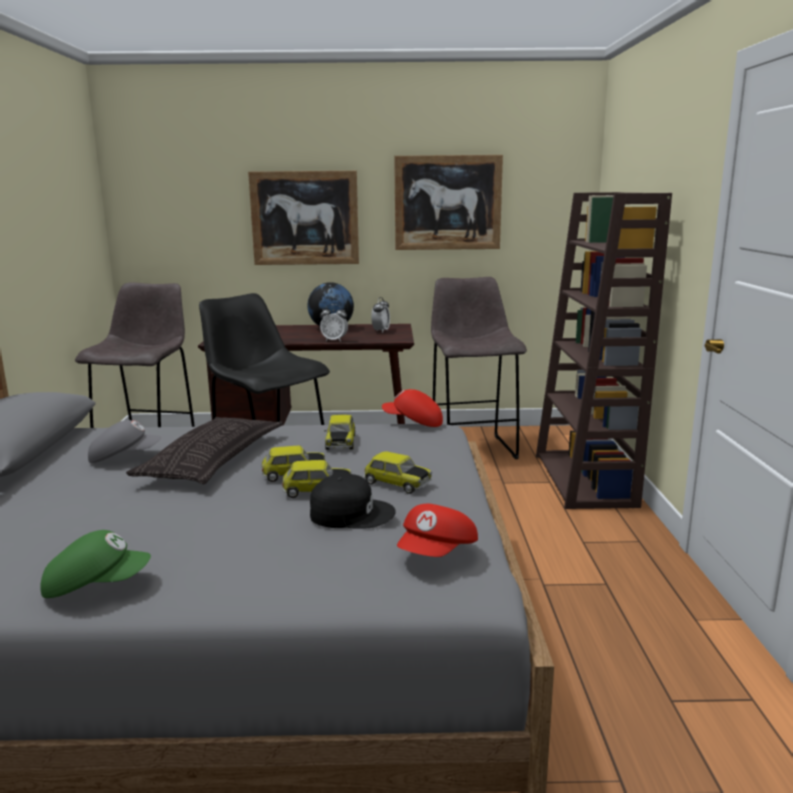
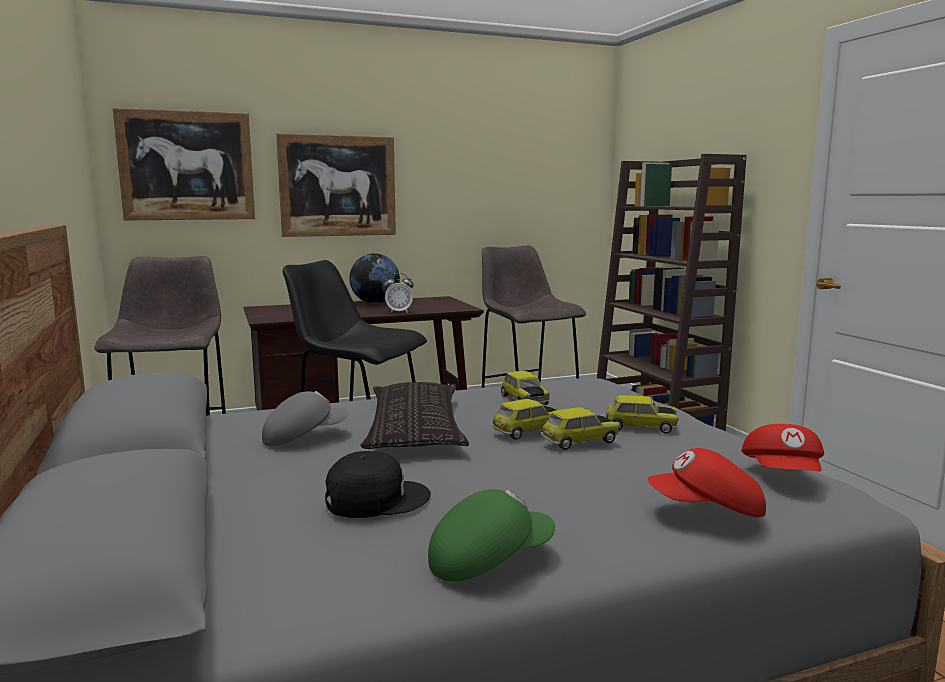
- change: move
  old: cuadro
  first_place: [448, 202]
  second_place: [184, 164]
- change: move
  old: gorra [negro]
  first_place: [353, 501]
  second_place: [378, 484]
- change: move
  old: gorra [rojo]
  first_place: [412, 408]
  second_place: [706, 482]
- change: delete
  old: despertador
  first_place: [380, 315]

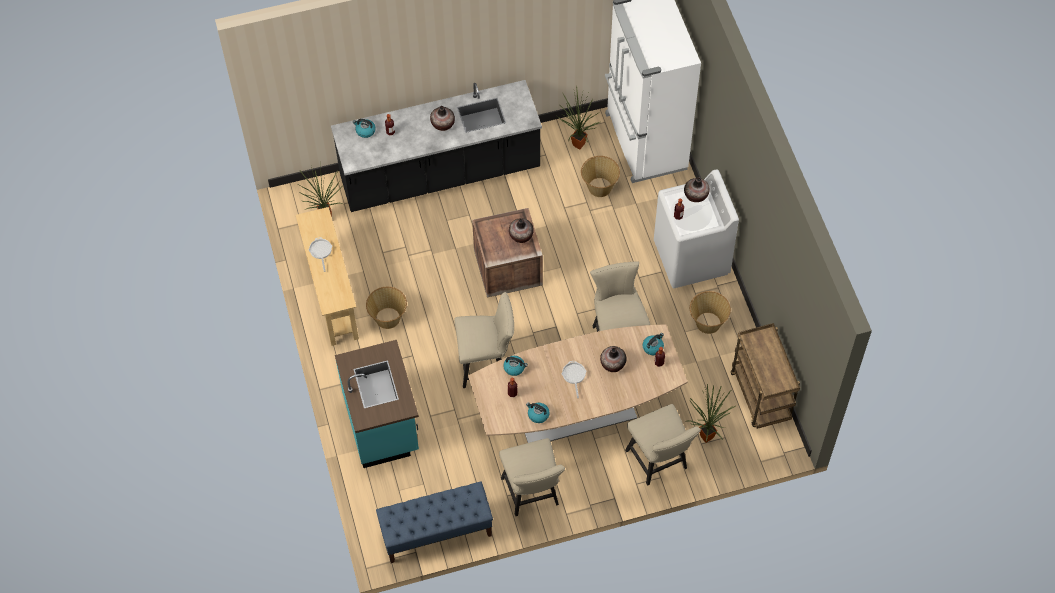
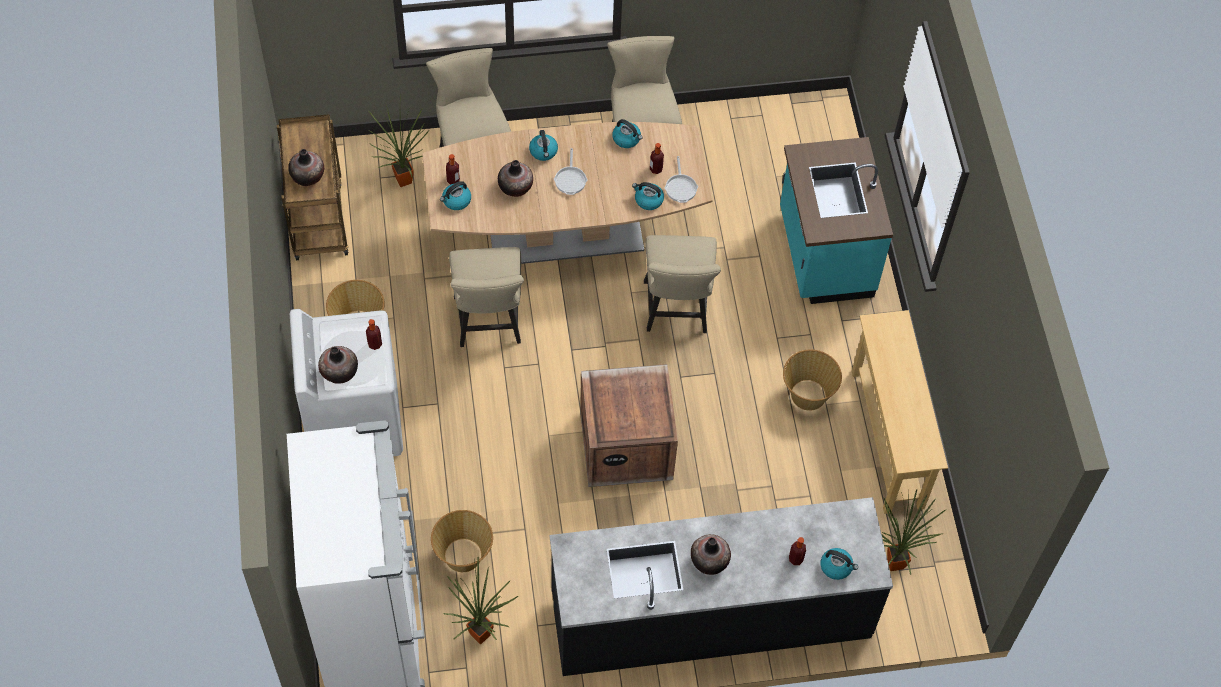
- change: move
  old: florero
  first_place: [521, 230]
  second_place: [306, 167]
- change: insert
  new: hervidor
  second_place: [543, 145]
- change: rotate
  old: silla [beis]
  first_place: [484, 340]
  second_place: [682, 284]
  degrees: -90
- change: move
  old: sartén
  first_place: [320, 254]
  second_place: [681, 179]
- change: delete
  old: banco [azul]
  first_place: [434, 522]

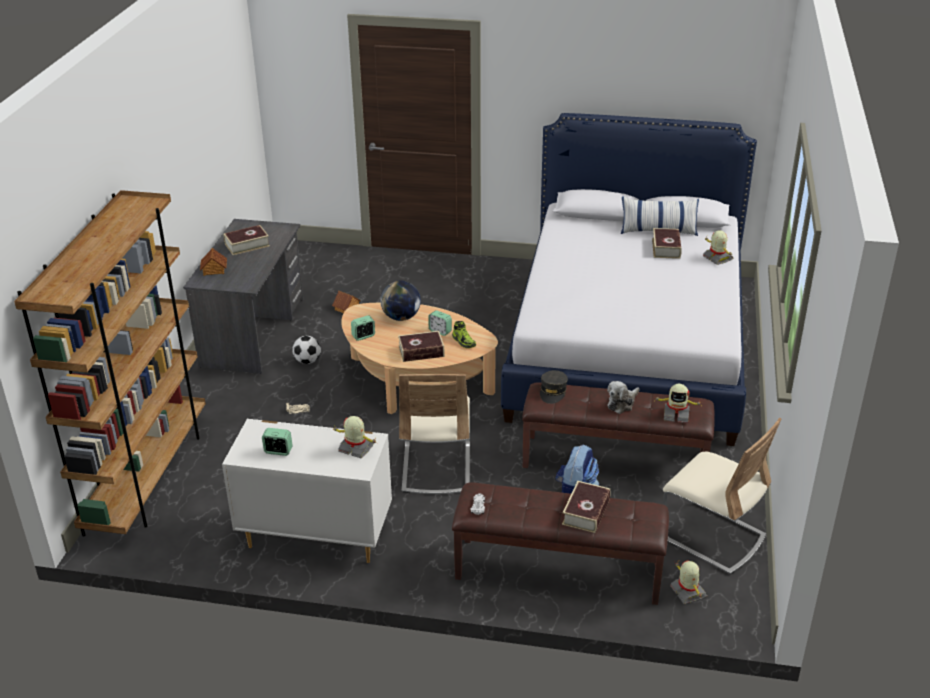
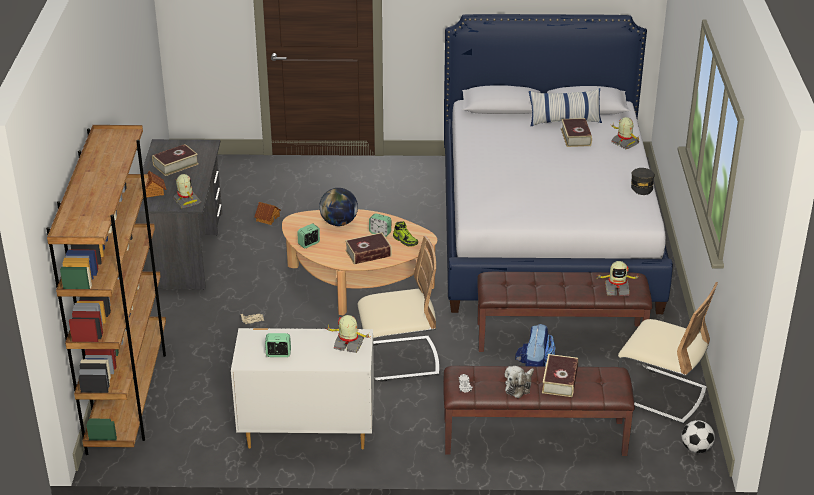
- change: move
  old: robot de juguete
  first_place: [689, 582]
  second_place: [187, 191]
- change: rotate
  old: silla [beis]
  first_place: [434, 434]
  second_place: [398, 309]
  degrees: -90
- change: move
  old: peluche
  first_place: [623, 397]
  second_place: [519, 382]
- change: move
  old: gorra [gris]
  first_place: [554, 387]
  second_place: [643, 181]
- change: move
  old: balón de fútbol
  first_place: [306, 350]
  second_place: [698, 436]

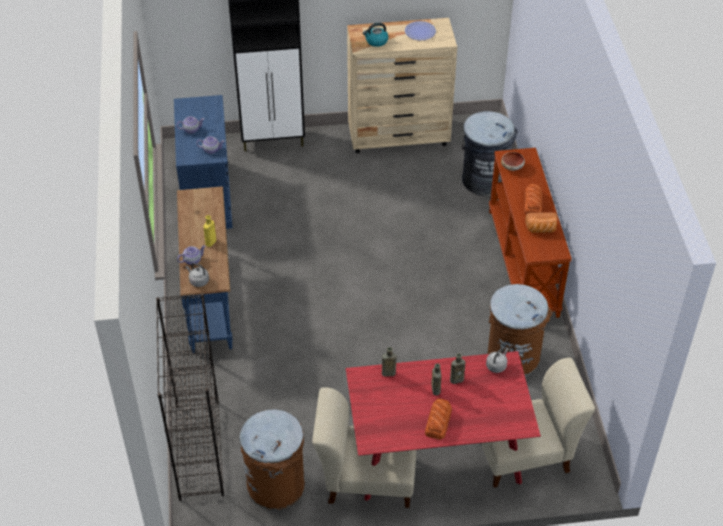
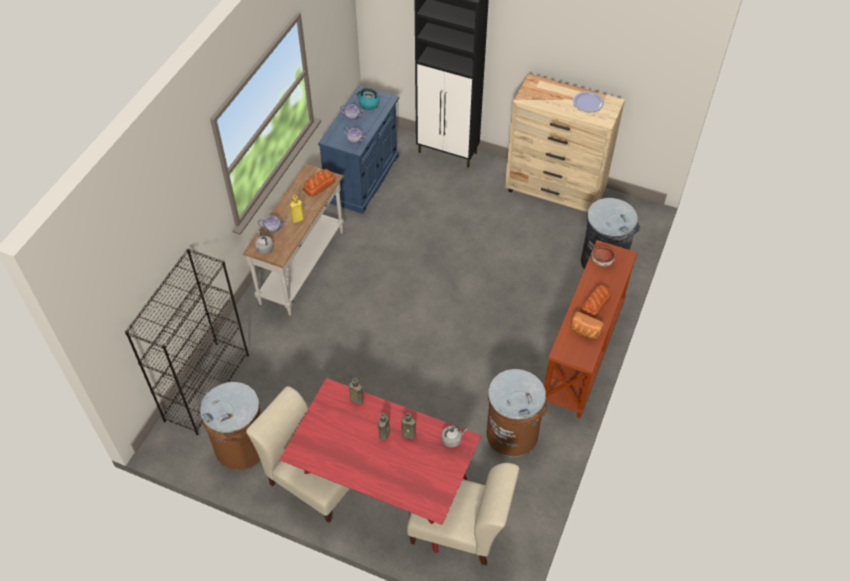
- change: recolor
  old: mesa consola [azul]
  new: mesa consola [blanco]
  first_place: [205, 269]
  second_place: [293, 240]
- change: move
  old: pan
  first_place: [438, 419]
  second_place: [319, 183]
- change: move
  old: hervidor
  first_place: [375, 35]
  second_place: [368, 99]

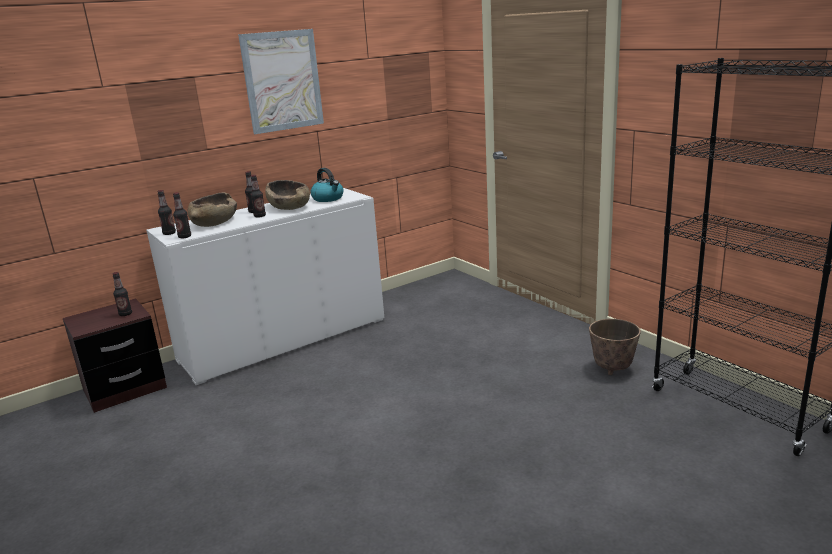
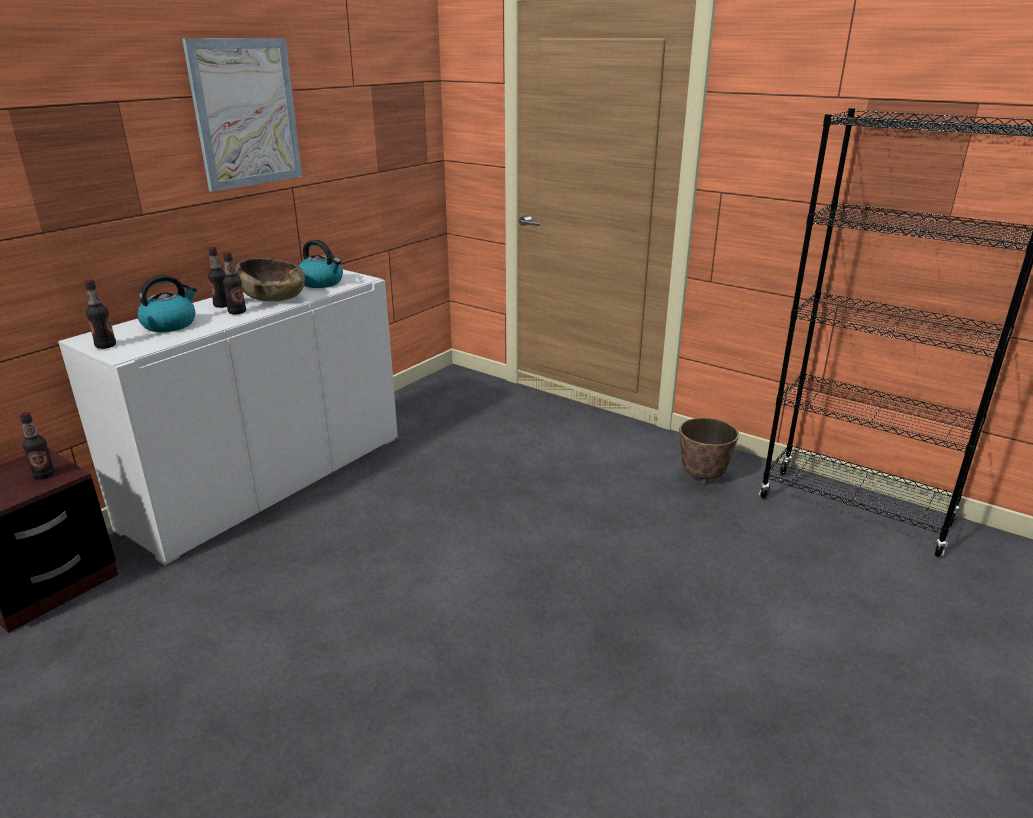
- change: replace
  old: cuenco [marrón]
  new: hervidor
  first_place: [212, 209]
  second_place: [167, 303]
- change: delete
  old: botella
  first_place: [182, 215]

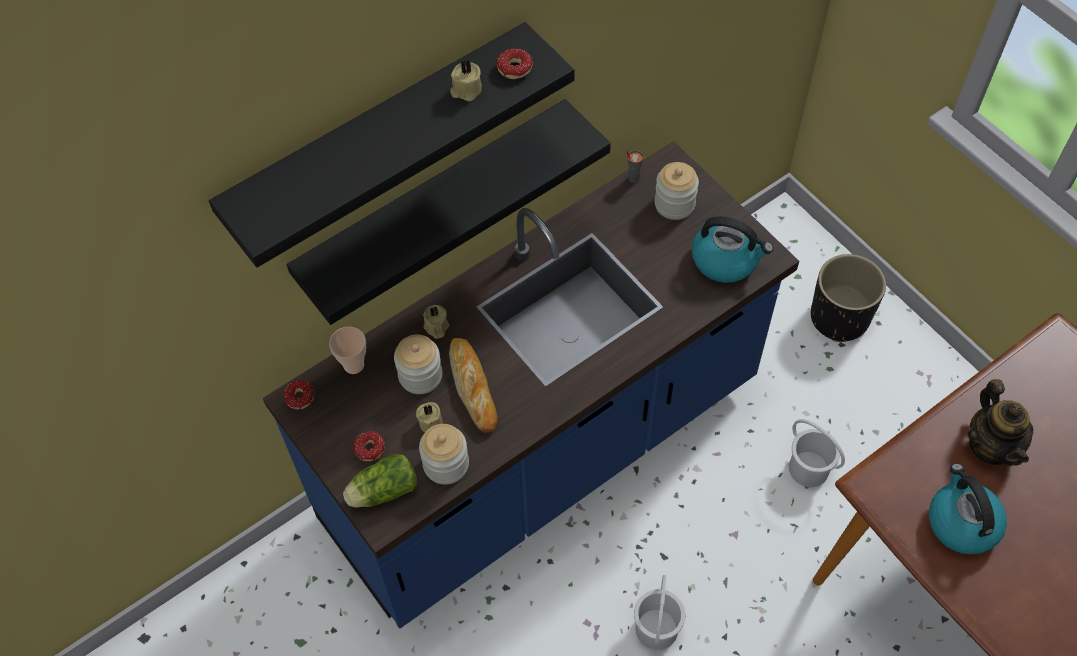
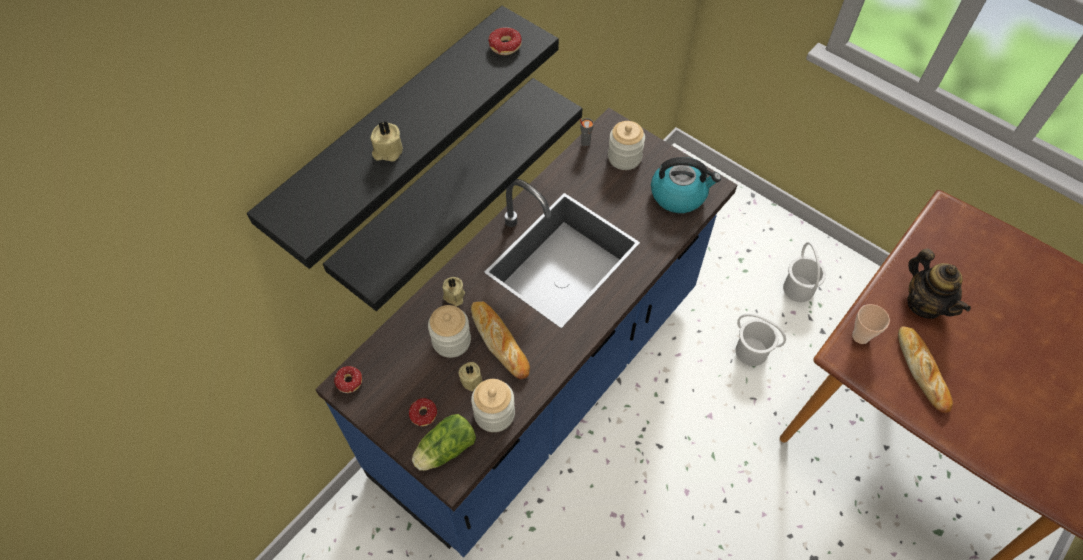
- change: move
  old: vela [beis]
  first_place: [466, 80]
  second_place: [386, 141]
- change: move
  old: cubo [blanco]
  first_place: [659, 612]
  second_place: [804, 272]
- change: move
  old: taza
  first_place: [347, 350]
  second_place: [871, 324]
- change: replace
  old: hervidor
  new: pan
  first_place: [968, 509]
  second_place: [925, 369]
- change: delete
  old: maceta [negro]
  first_place: [848, 298]

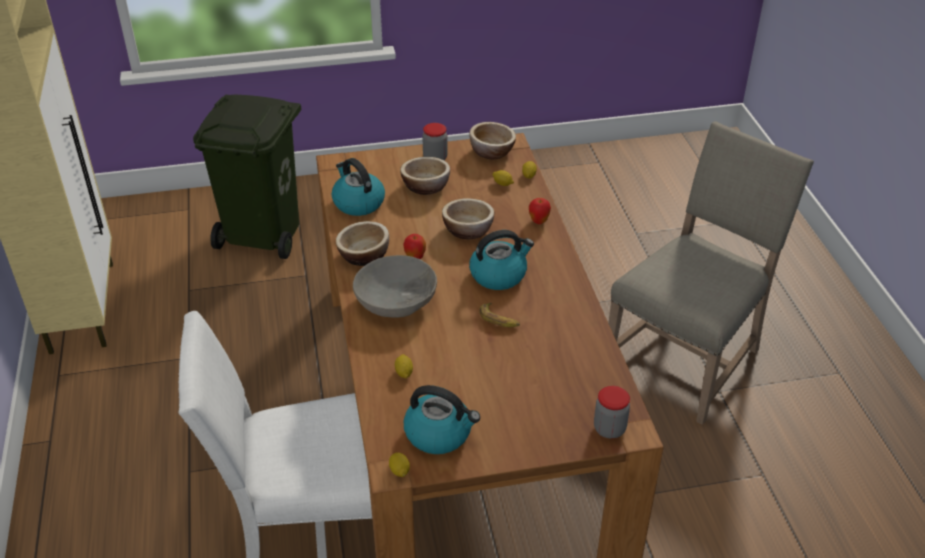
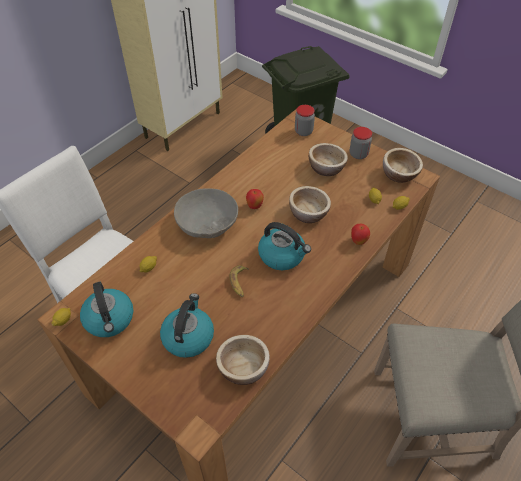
- change: move
  old: hervidor
  first_place: [358, 187]
  second_place: [187, 325]
- change: move
  old: cuenco
  first_place: [362, 243]
  second_place: [243, 360]
- change: move
  old: tarro
  first_place: [612, 412]
  second_place: [305, 120]

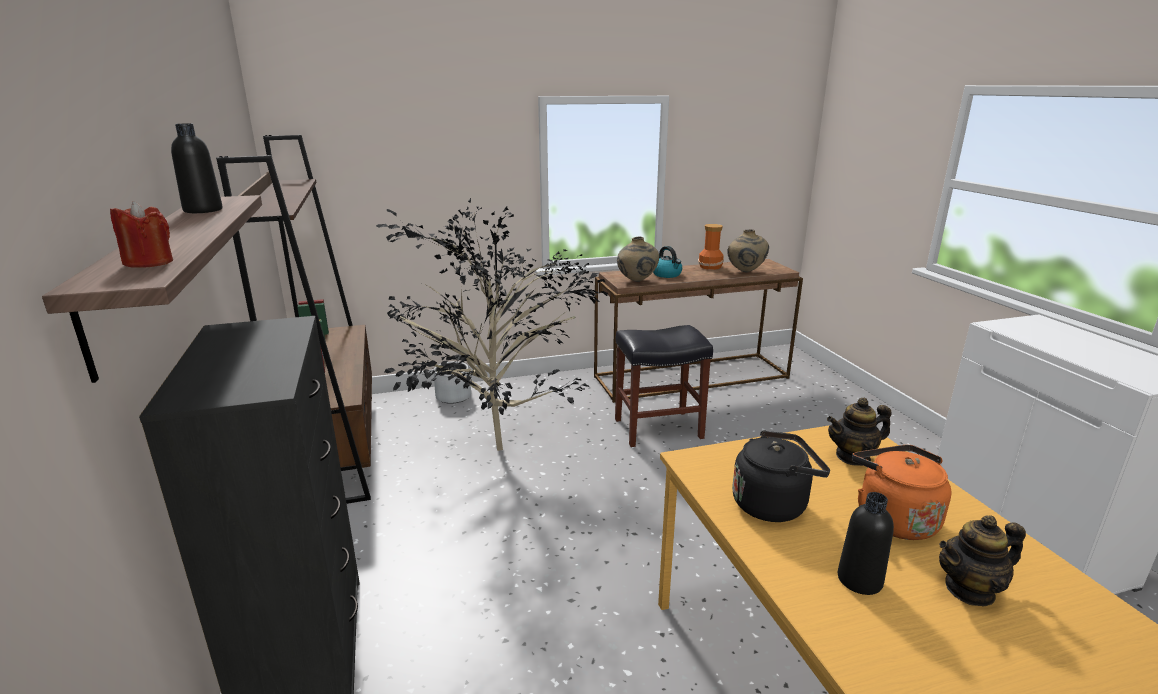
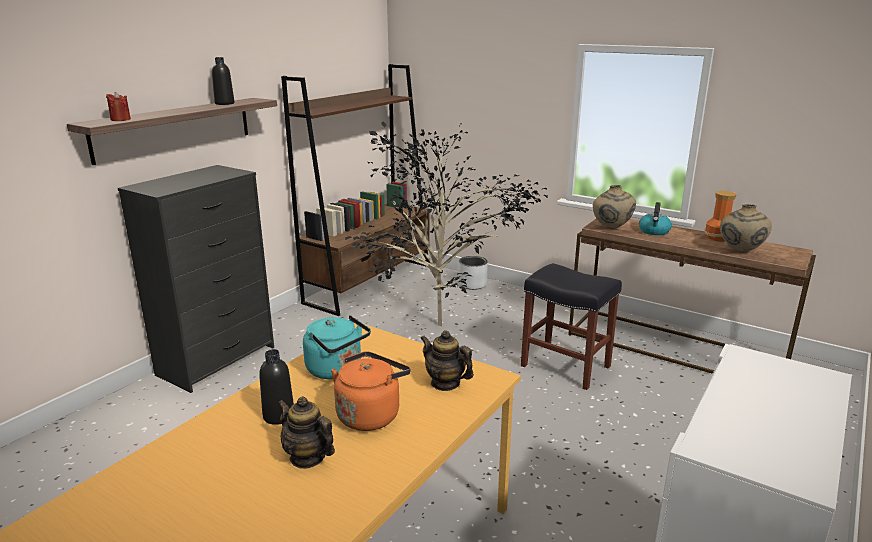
- change: recolor
  old: hervidor [negro]
  new: hervidor [turquesa]
  first_place: [781, 476]
  second_place: [337, 347]

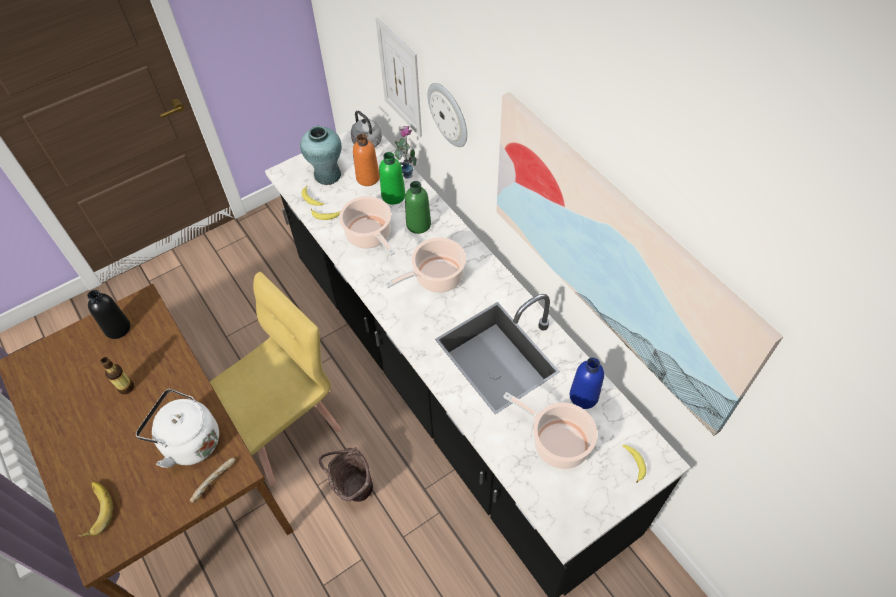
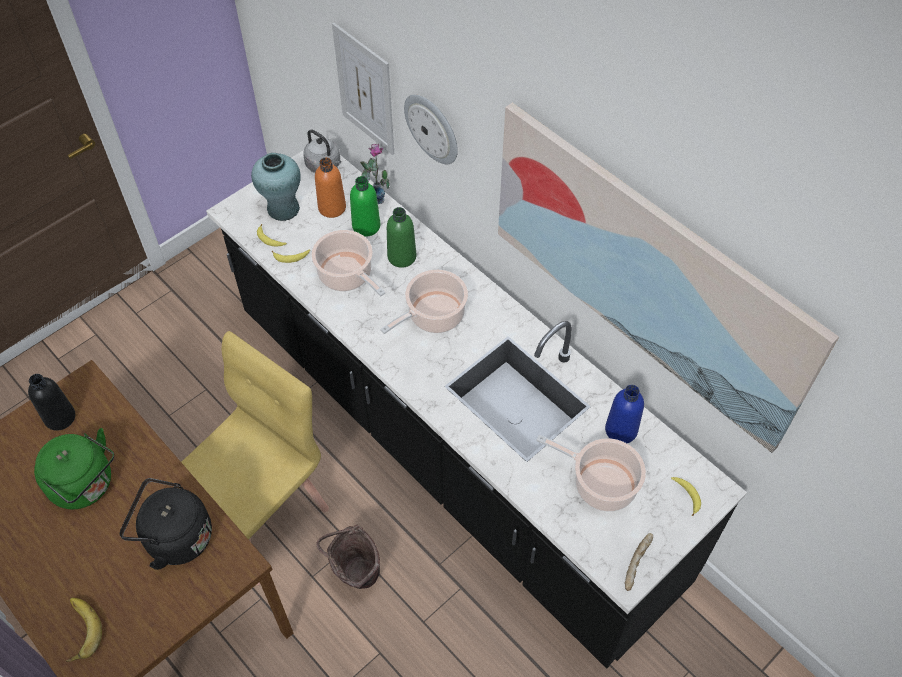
- change: replace
  old: botella
  new: hervidor [verde]
  first_place: [117, 375]
  second_place: [74, 468]
- change: recolor
  old: hervidor [blanco]
  new: hervidor [negro]
  first_place: [177, 428]
  second_place: [166, 524]
- change: move
  old: pan
  first_place: [212, 480]
  second_place: [639, 562]

